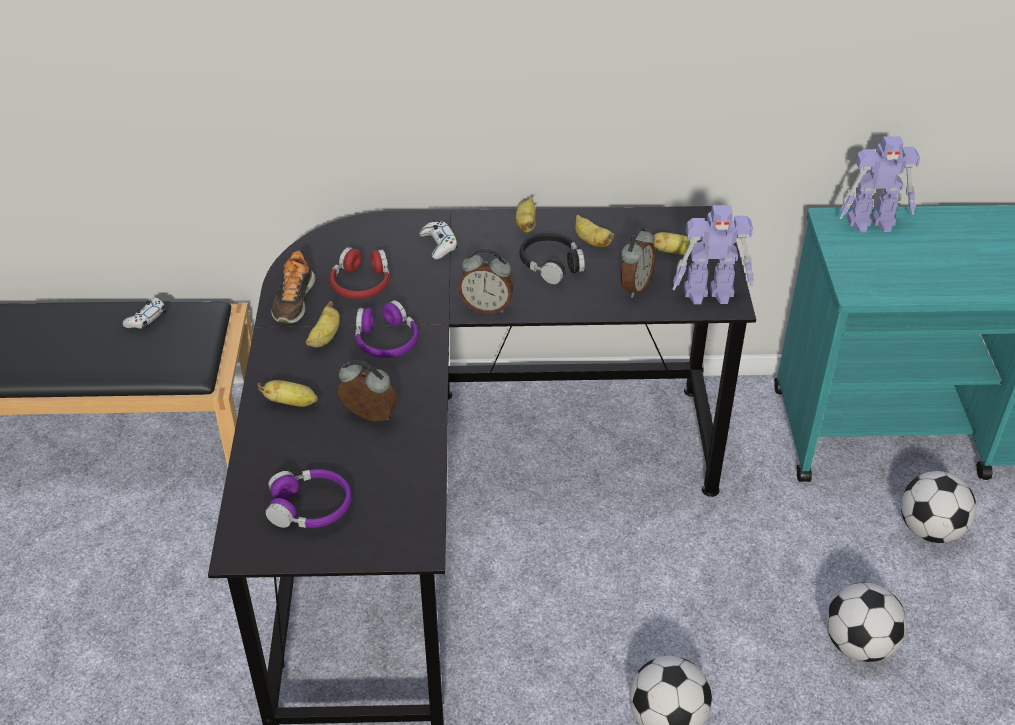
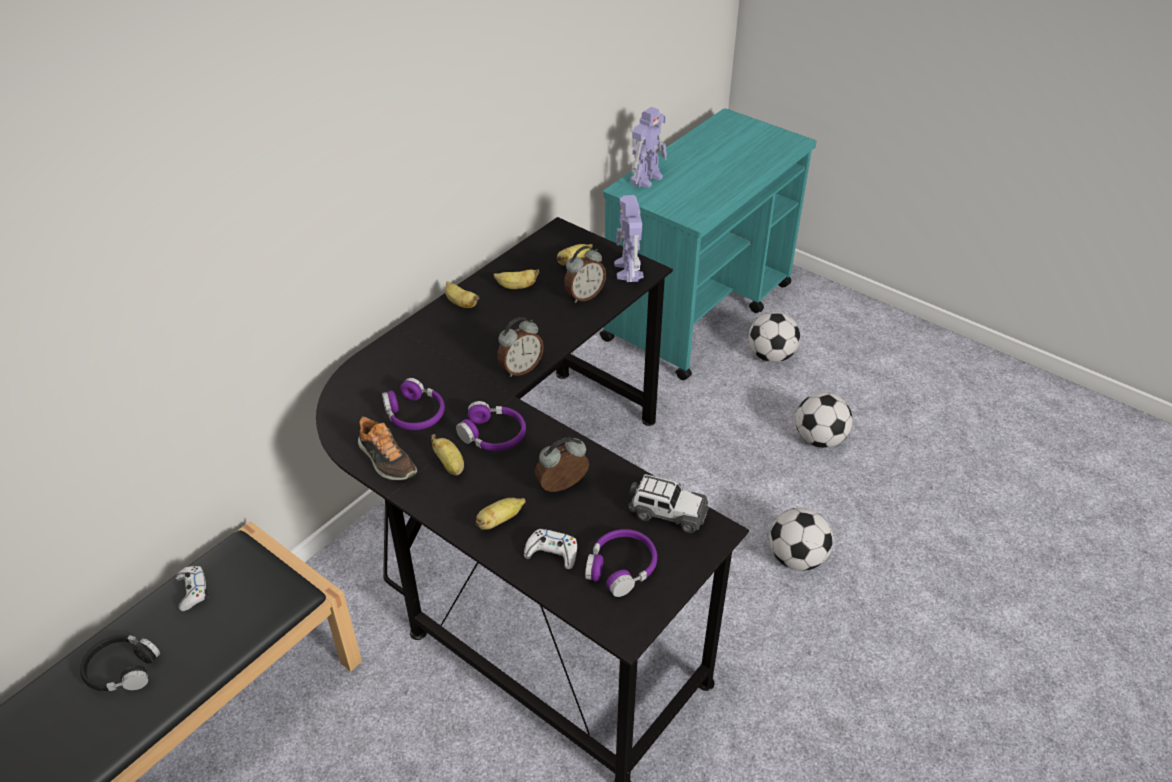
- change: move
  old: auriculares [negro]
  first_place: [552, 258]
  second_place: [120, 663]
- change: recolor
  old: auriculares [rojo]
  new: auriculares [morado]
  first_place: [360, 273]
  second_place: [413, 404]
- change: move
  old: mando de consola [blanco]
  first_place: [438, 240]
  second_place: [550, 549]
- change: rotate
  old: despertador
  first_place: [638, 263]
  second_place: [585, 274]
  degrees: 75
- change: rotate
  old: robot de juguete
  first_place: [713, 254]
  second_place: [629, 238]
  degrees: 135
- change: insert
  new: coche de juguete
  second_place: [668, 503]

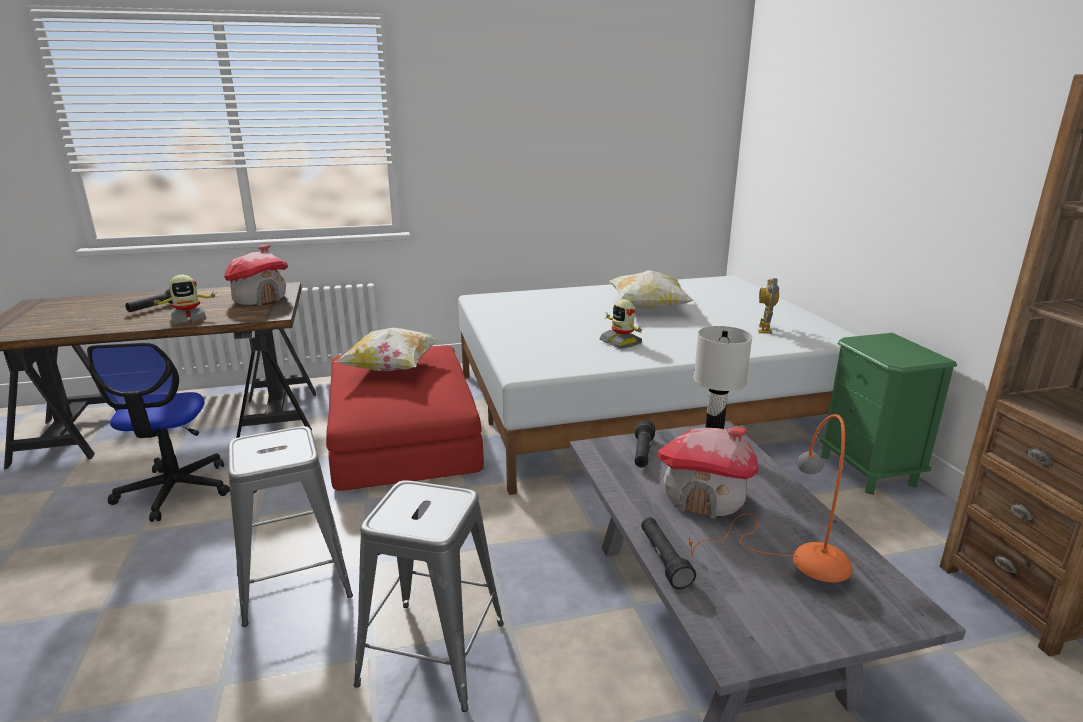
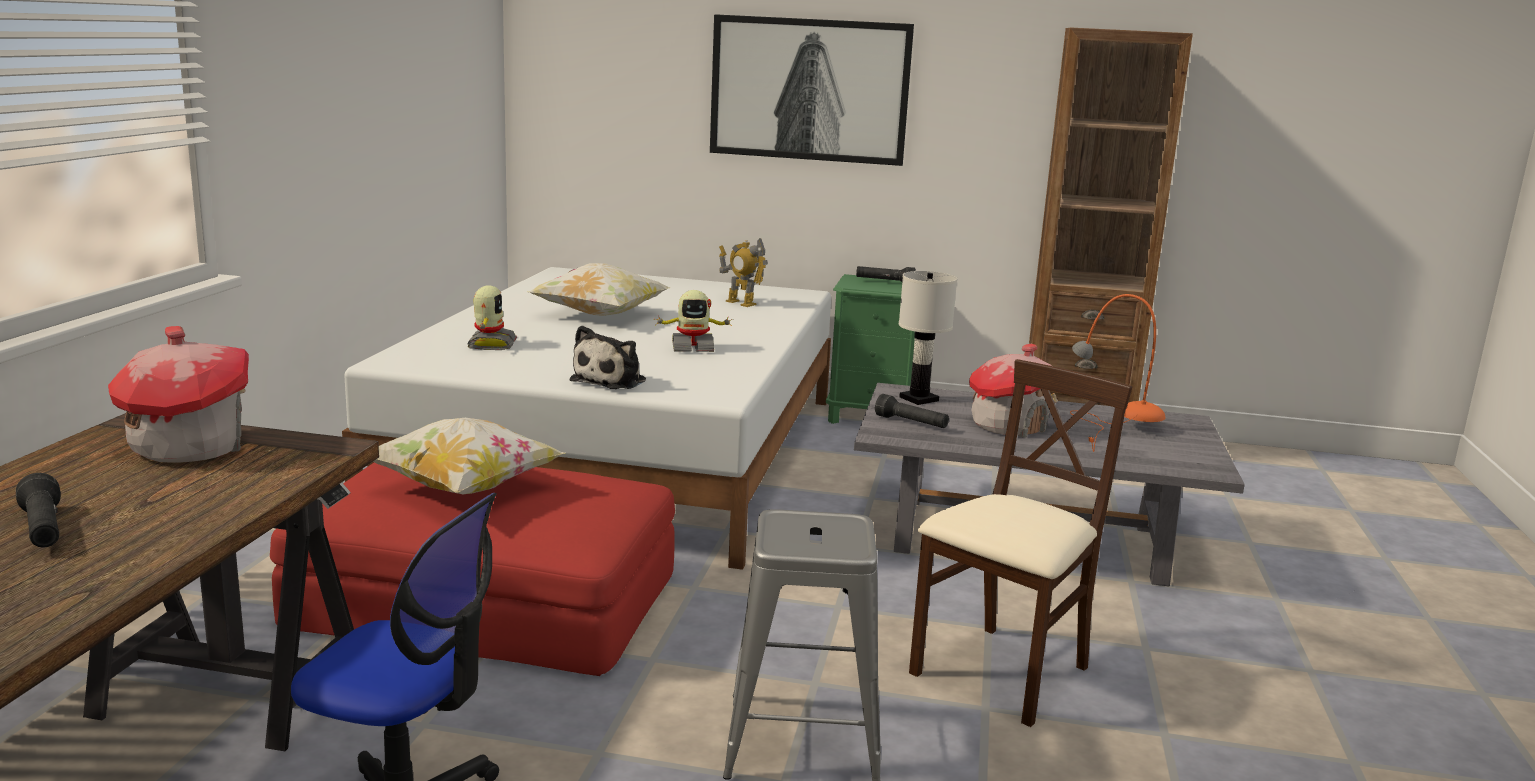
- change: move
  old: robot de juguete
  first_place: [184, 299]
  second_place: [492, 317]
- change: insert
  new: peluche
  second_place: [608, 357]
- change: insert
  new: cuadro
  second_place: [812, 90]
- change: move
  old: linterna [negro]
  first_place: [668, 553]
  second_place: [886, 274]
- change: replace
  old: taburete [gris]
  new: silla [beis]
  first_place: [429, 596]
  second_place: [1020, 543]

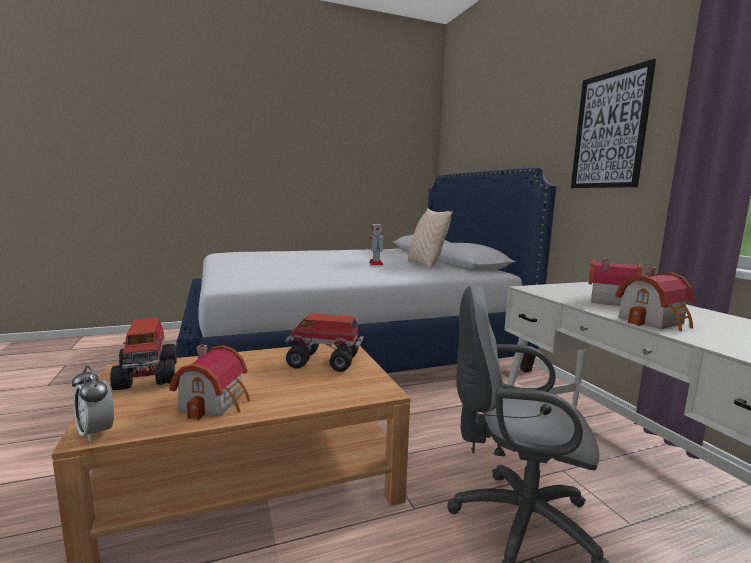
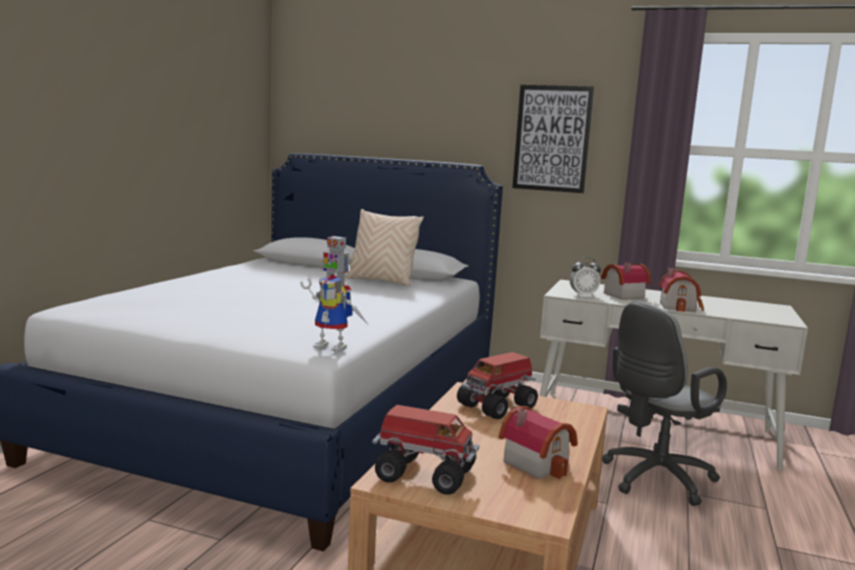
- change: insert
  new: robot de juguete
  second_place: [334, 313]
- change: move
  old: despertador
  first_place: [93, 404]
  second_place: [585, 277]

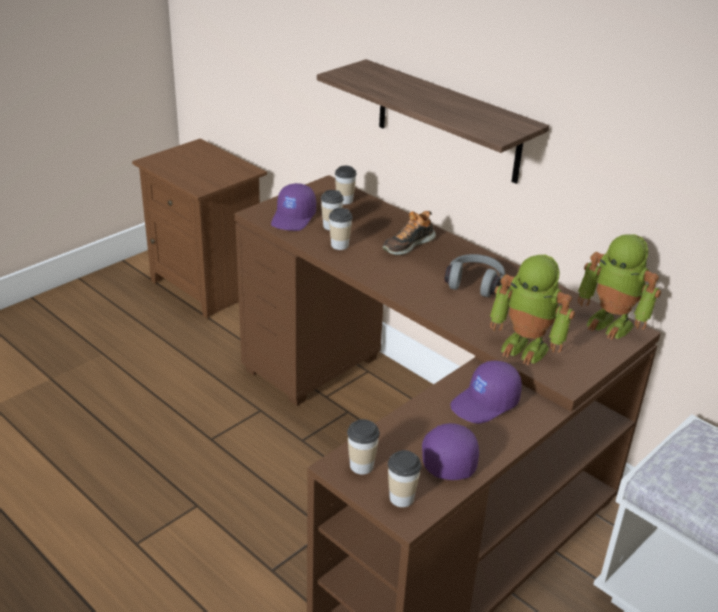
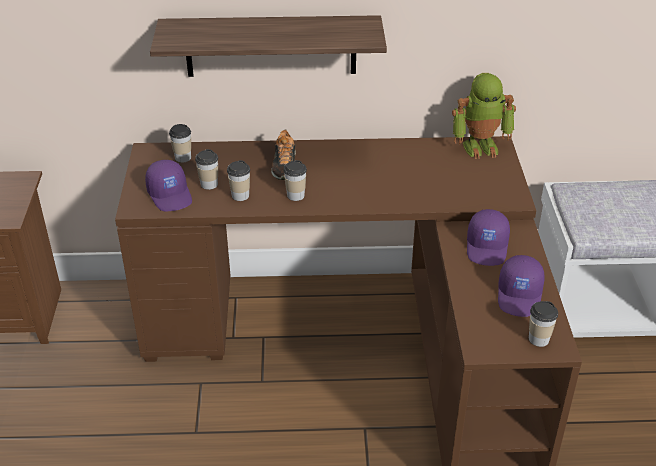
- change: move
  old: taza
  first_place: [363, 447]
  second_place: [295, 180]
- change: rotate
  old: gorra [morado]
  first_place: [450, 451]
  second_place: [521, 286]
  degrees: -120
- change: delete
  old: auriculares [gris]
  first_place: [475, 275]
- change: delete
  old: robot de juguete
  first_place: [532, 310]

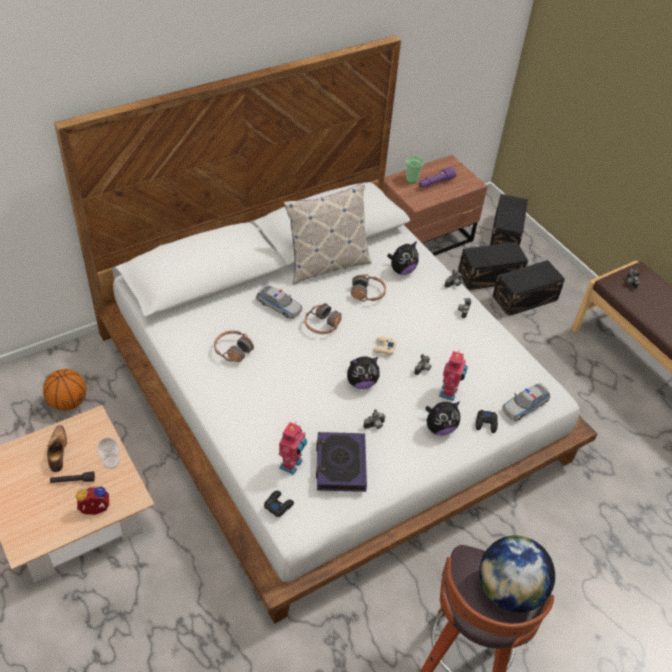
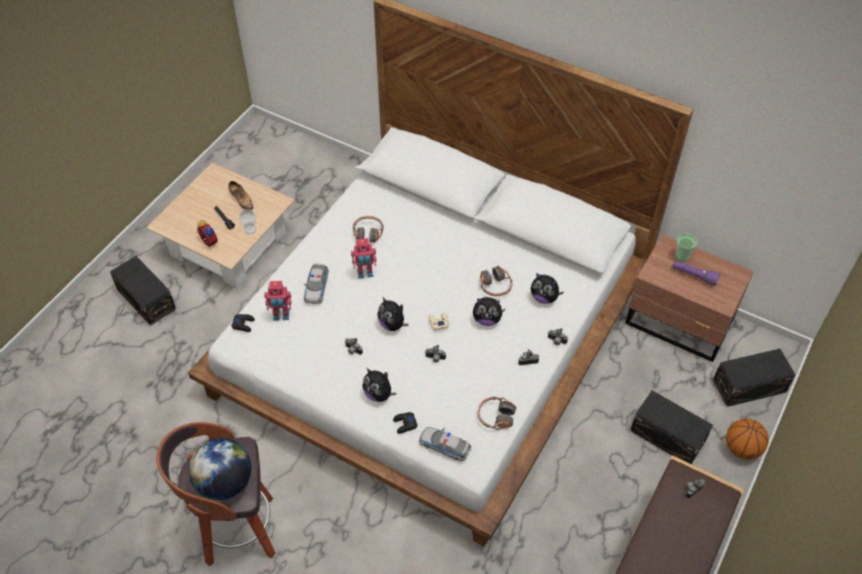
- change: move
  old: caja de almacenaje [negro]
  first_place: [493, 266]
  second_place: [143, 291]
- change: rotate
  old: zapato
  first_place: [57, 448]
  second_place: [241, 195]
  degrees: 90
- change: move
  old: coche de juguete
  first_place: [279, 302]
  second_place: [316, 283]
- change: move
  old: robot de juguete
  first_place: [453, 375]
  second_place: [364, 258]
- change: insert
  new: peluche
  second_place: [489, 311]
- change: move
  old: auriculares
  first_place: [323, 318]
  second_place: [497, 413]
- change: move
  old: balón de baloncesto
  first_place: [65, 390]
  second_place: [747, 439]
- change: delete
  old: cojín
  first_place: [327, 234]
- change: delete
  old: libro
  first_place: [341, 462]

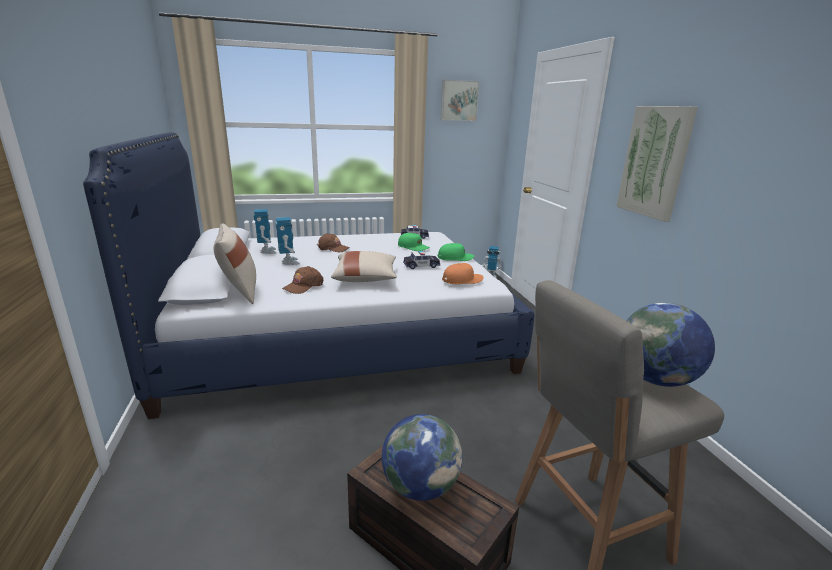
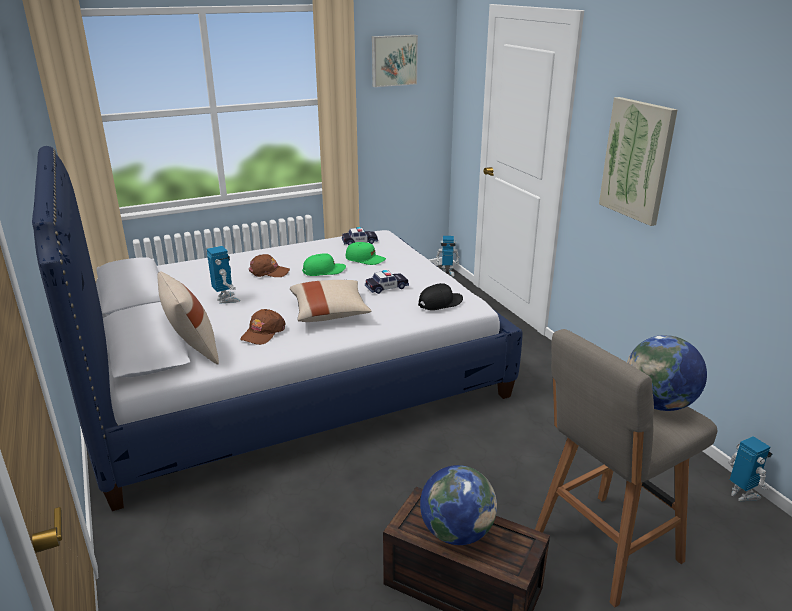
- change: move
  old: gorra [verde]
  first_place: [455, 252]
  second_place: [324, 264]
- change: recolor
  old: gorra [naranja]
  new: gorra [negro]
  first_place: [463, 273]
  second_place: [440, 296]
- change: move
  old: robot de juguete
  first_place: [265, 231]
  second_place: [750, 468]

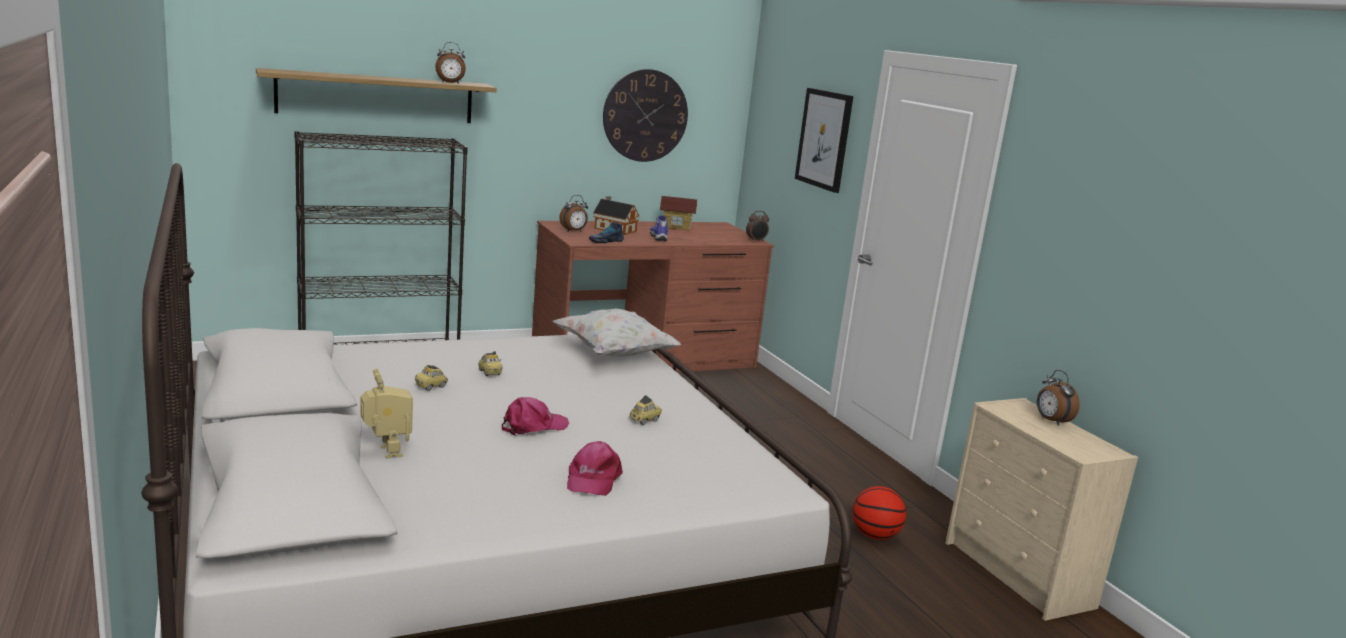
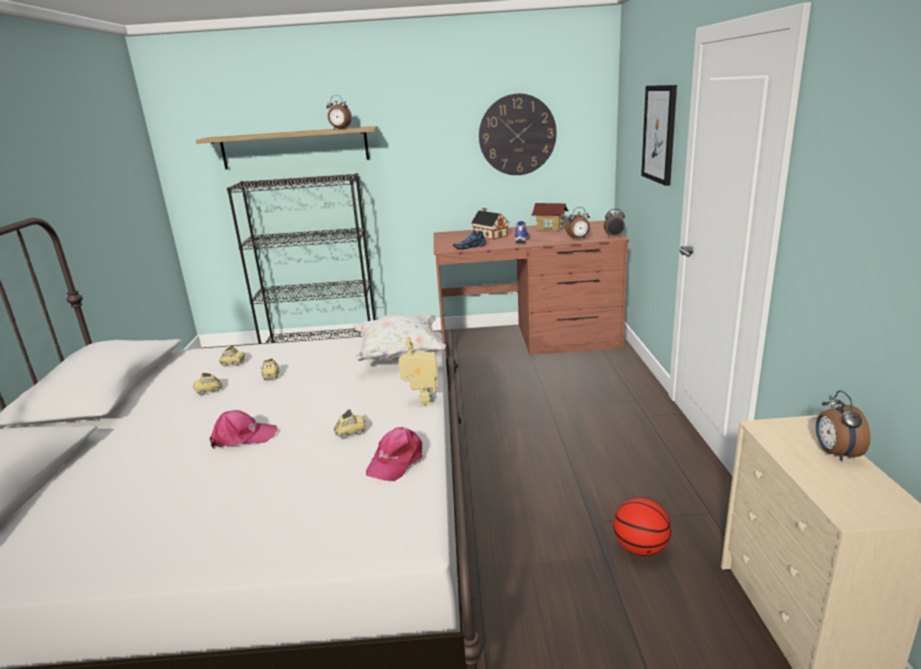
- change: insert
  new: coche de juguete
  second_place: [232, 355]
- change: move
  old: gorra [rosa]
  first_place: [595, 468]
  second_place: [394, 454]
- change: move
  old: robot de juguete
  first_place: [387, 414]
  second_place: [419, 372]
- change: move
  old: despertador
  first_place: [573, 213]
  second_place: [577, 223]

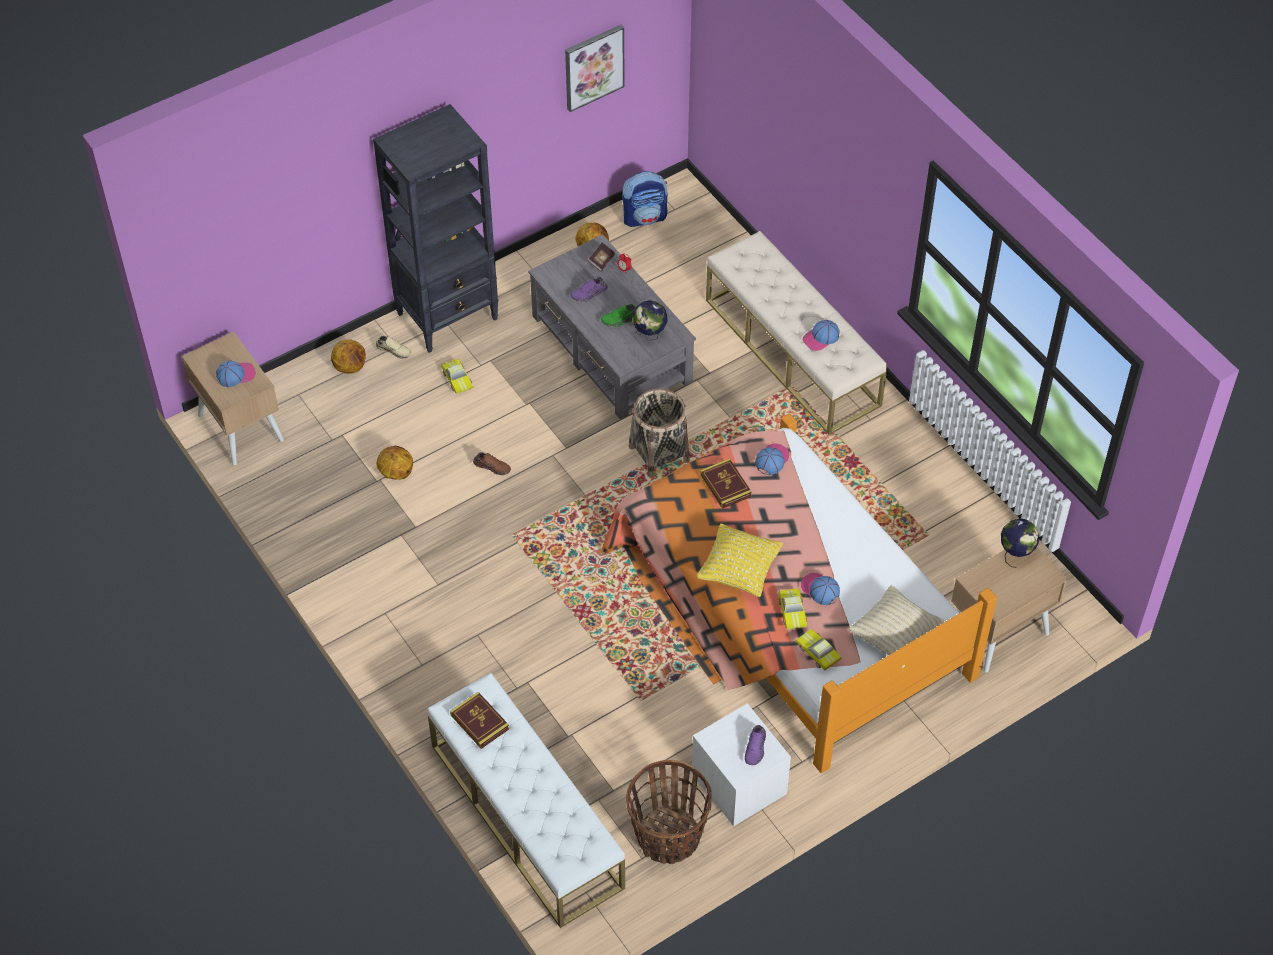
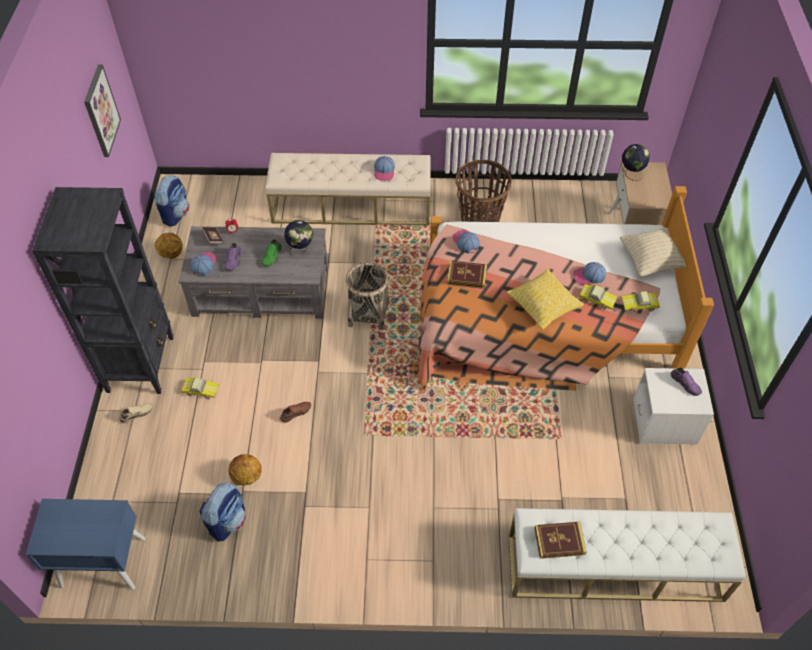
- change: recolor
  old: mesita de noche [beis]
  new: mesita de noche [azul]
  first_place: [233, 398]
  second_place: [86, 544]
- change: move
  old: gorra
  first_place: [236, 374]
  second_place: [204, 264]
- change: insert
  new: mochila
  second_place: [223, 512]
- change: move
  old: cesta
  first_place: [669, 812]
  second_place: [484, 191]
- change: delete
  old: balón de baloncesto
  first_place: [348, 357]

